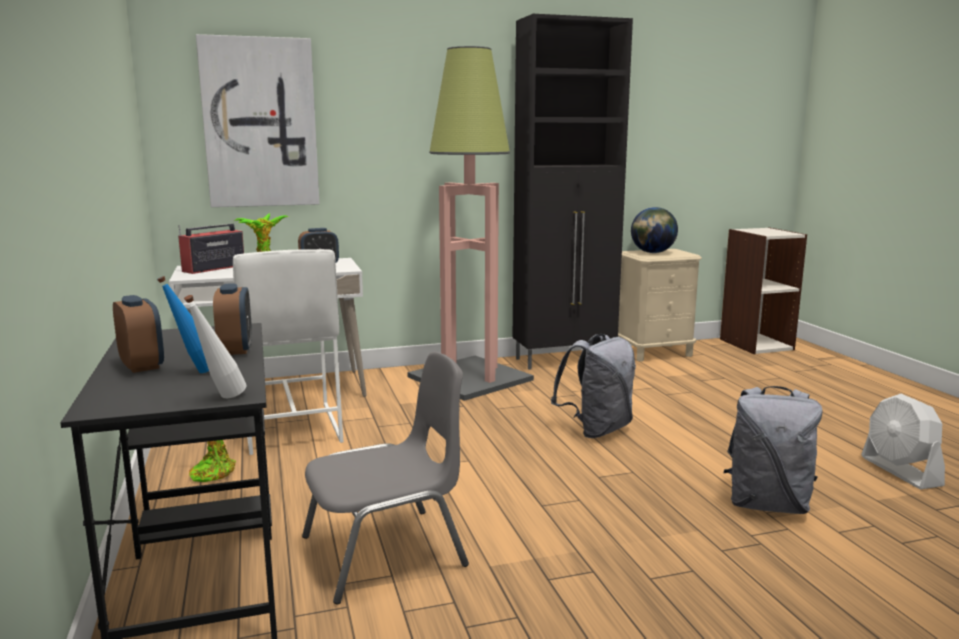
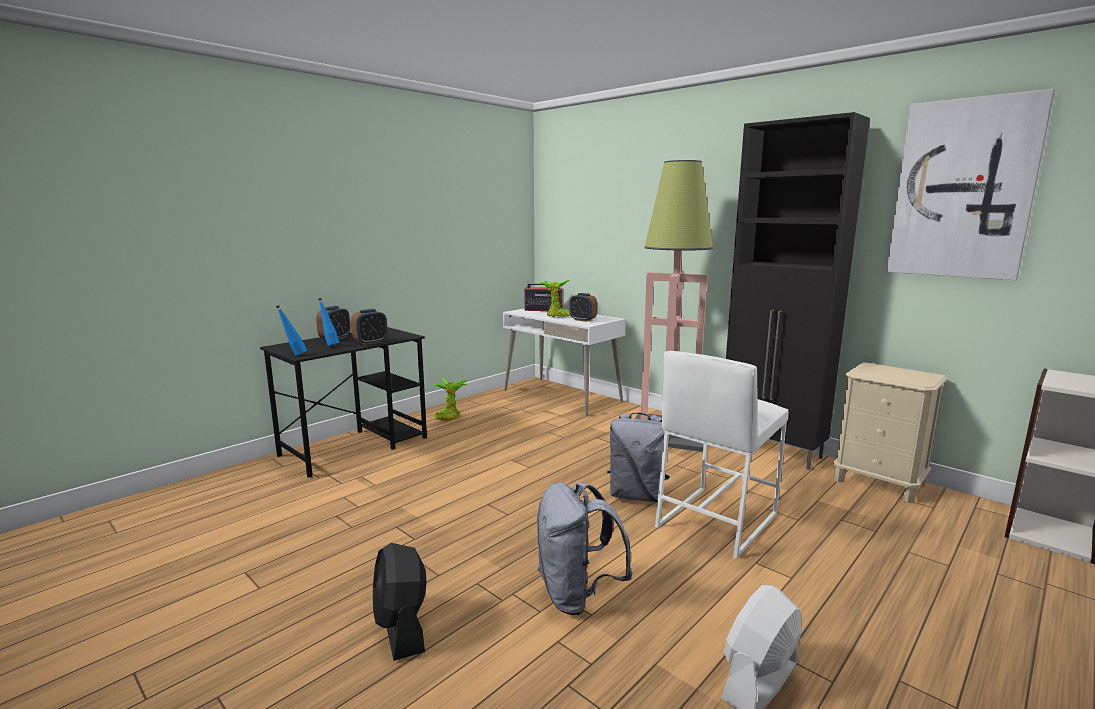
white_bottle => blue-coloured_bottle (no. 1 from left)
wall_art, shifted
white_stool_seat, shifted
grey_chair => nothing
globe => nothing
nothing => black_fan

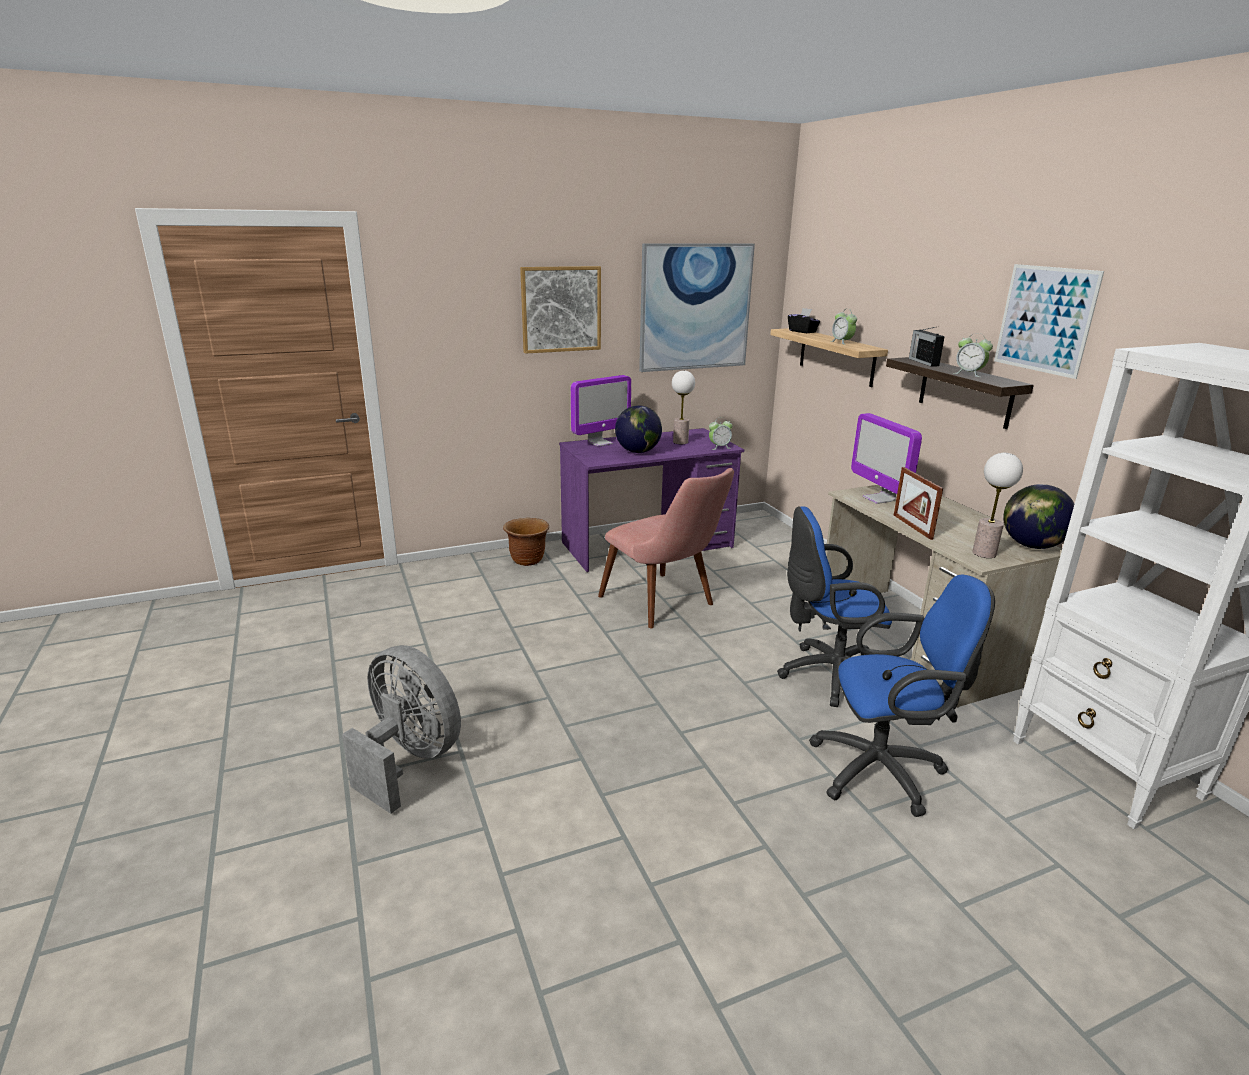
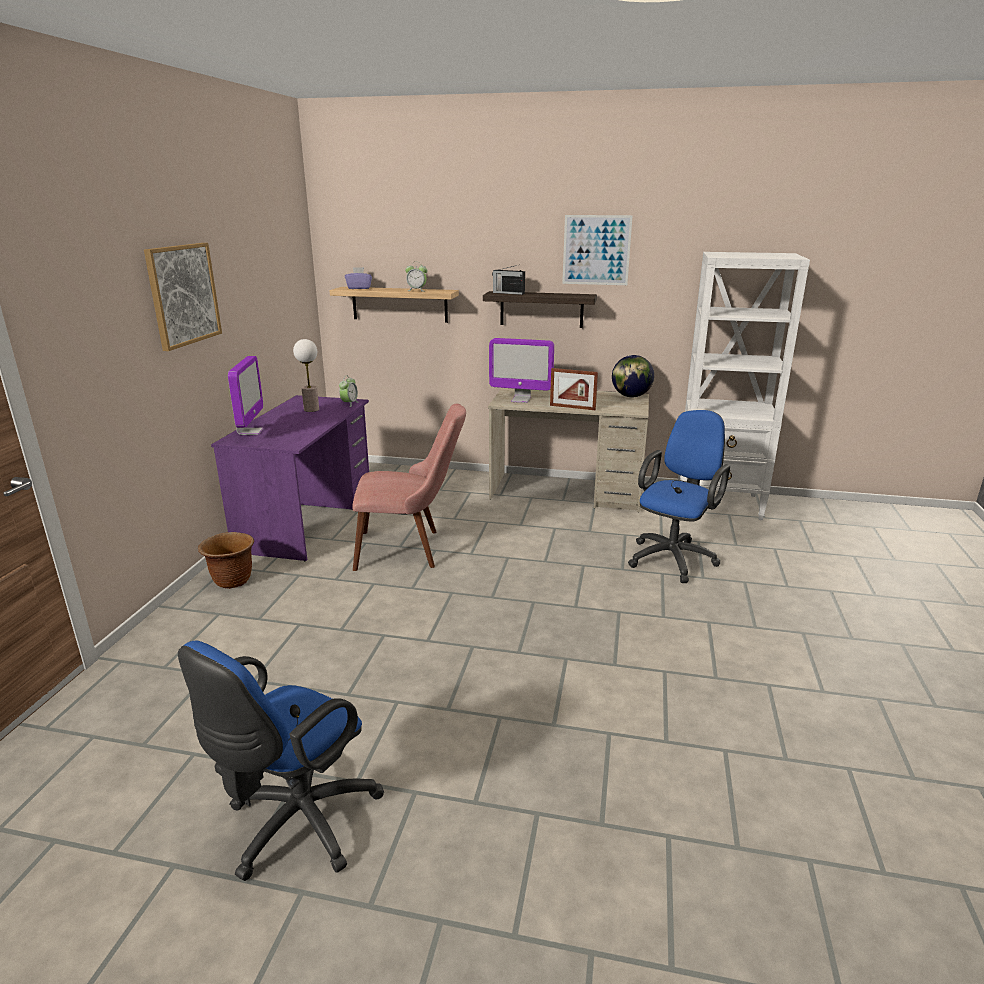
grey_fan => nothing
globe (no. 1 from left) => nothing
wall_art (no. 2 from left) => nothing
blue-coloured_desk_chair (no. 1 from left), shifted
black_tissue_box => purplish_tissue_box
alarm_clock (no. 3 from left) => nothing
table_lamp (no. 2 from left) => nothing

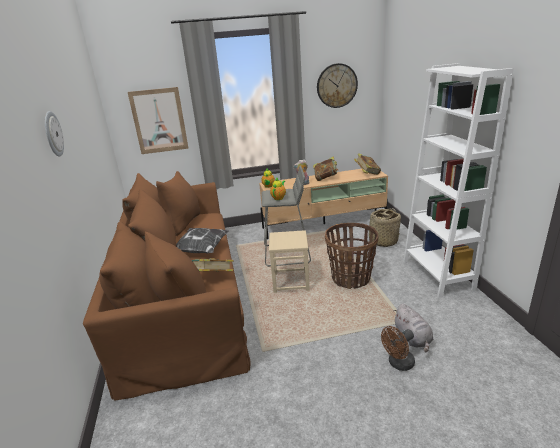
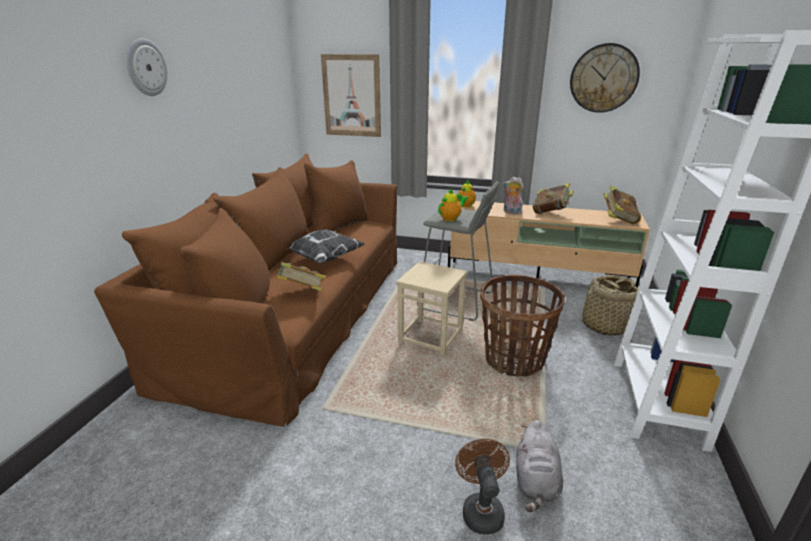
brown-coloured_fan, 90 degrees clockwise

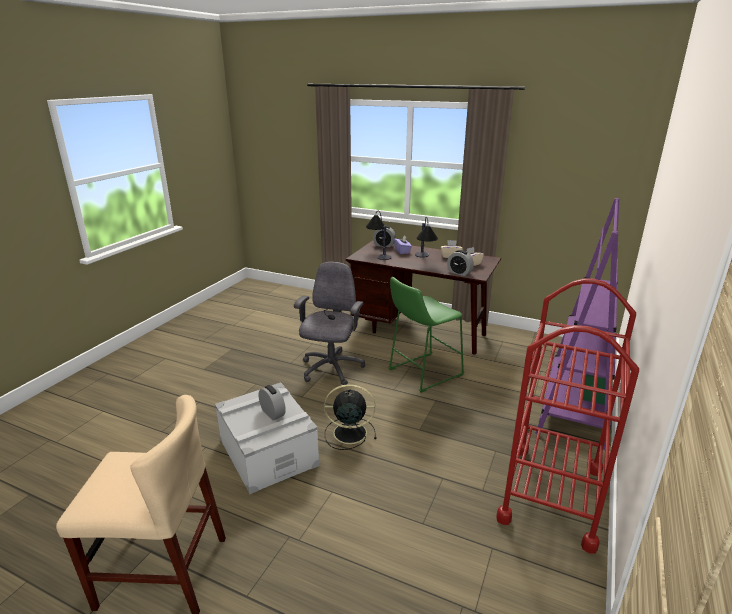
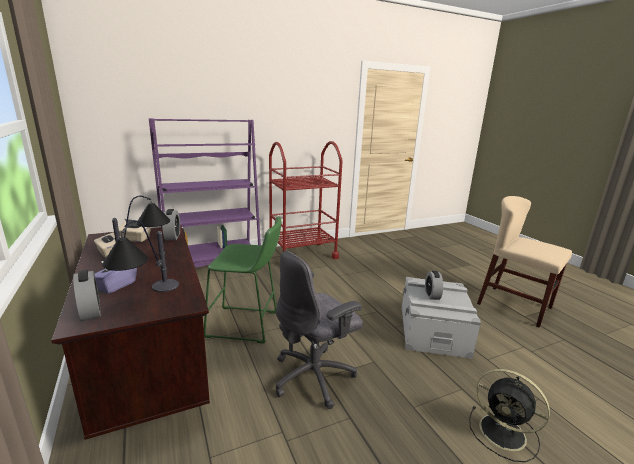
black_fan, shifted

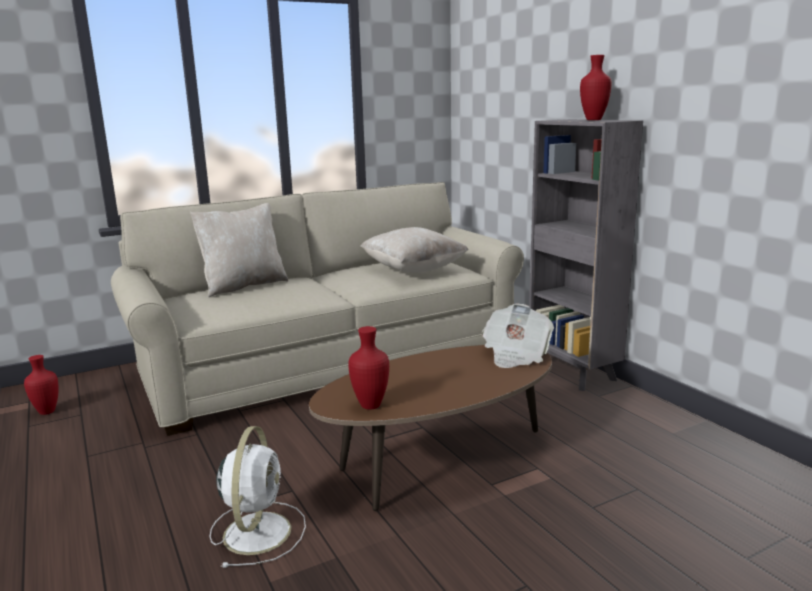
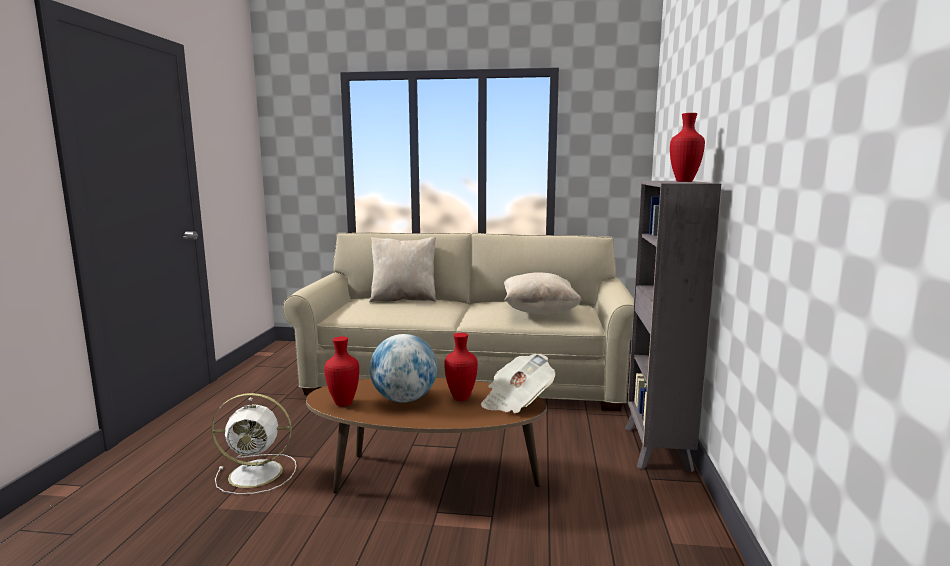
red-coloured_flower_vase (no. 1 from left in the first image) => red-coloured_flower_vase (no. 2 from left), shifted
white_fan, 45 degrees clockwise
nothing => globe

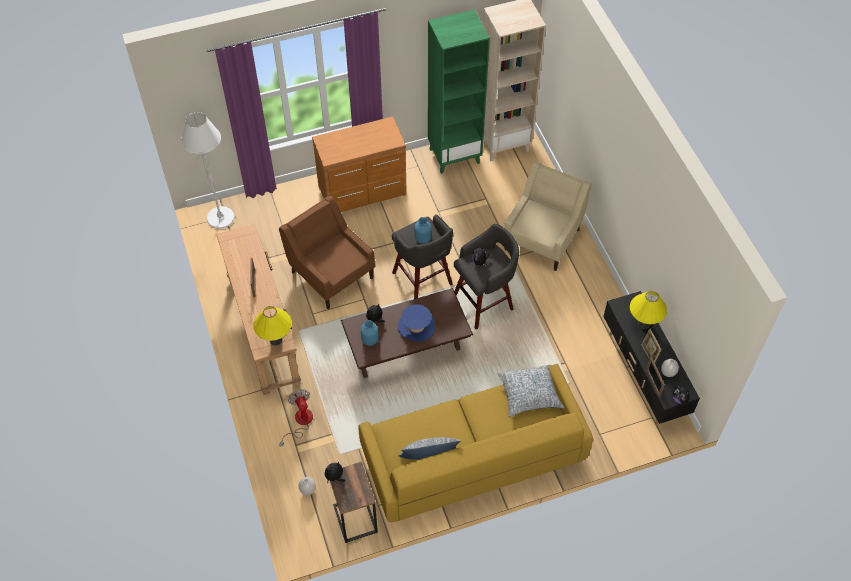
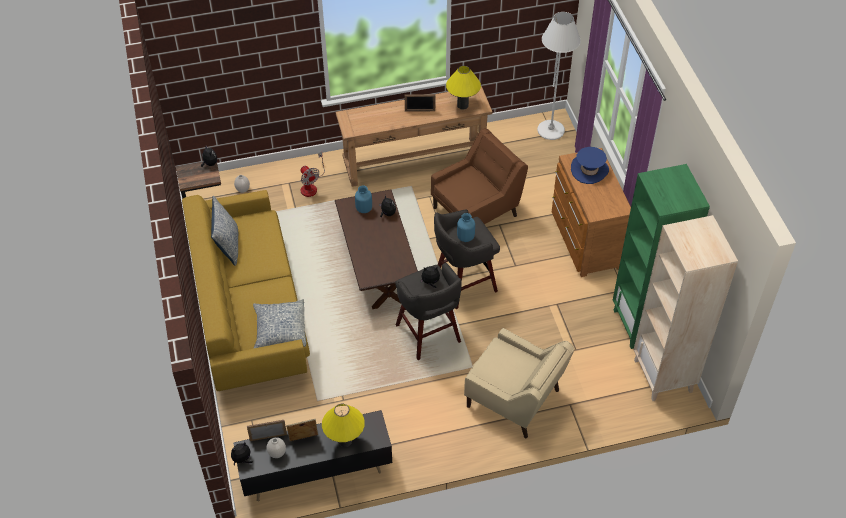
yellowish_table_lamp (no. 1 from left in the first image) => yellowish_table_lamp (no. 2 from left), shifted
fan, 75 degrees clockwise
blue-coloured_clothing_hat, shifted

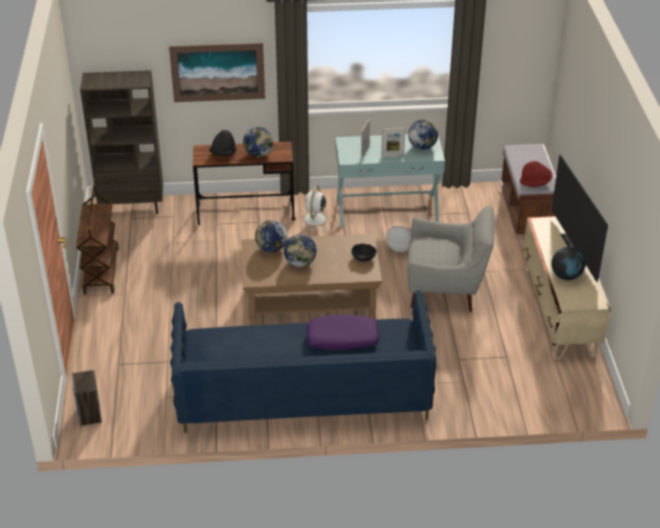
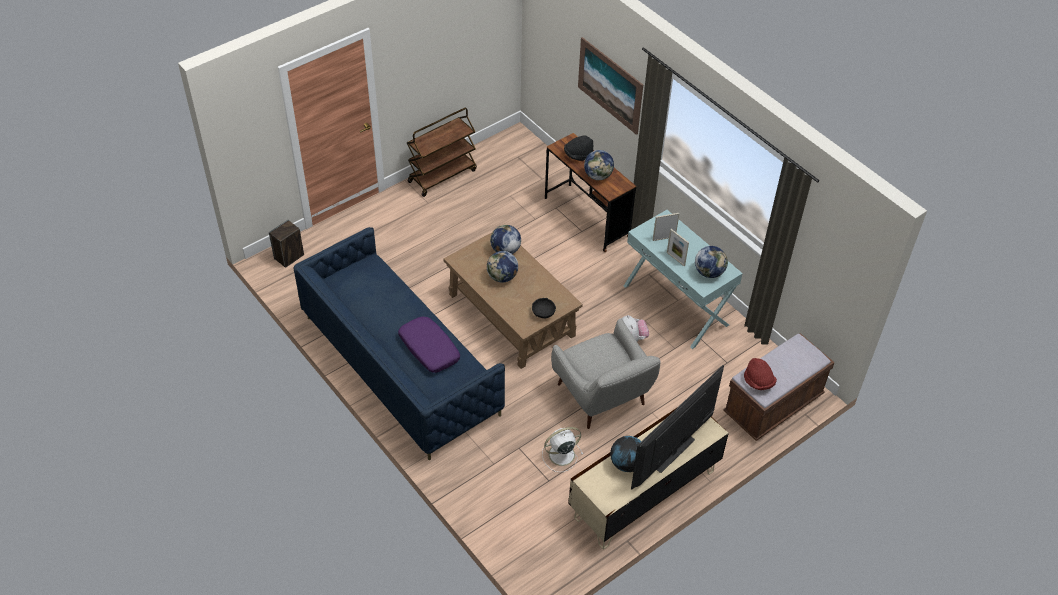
brown-coloured_bookcase => nothing
white_fan, shifted

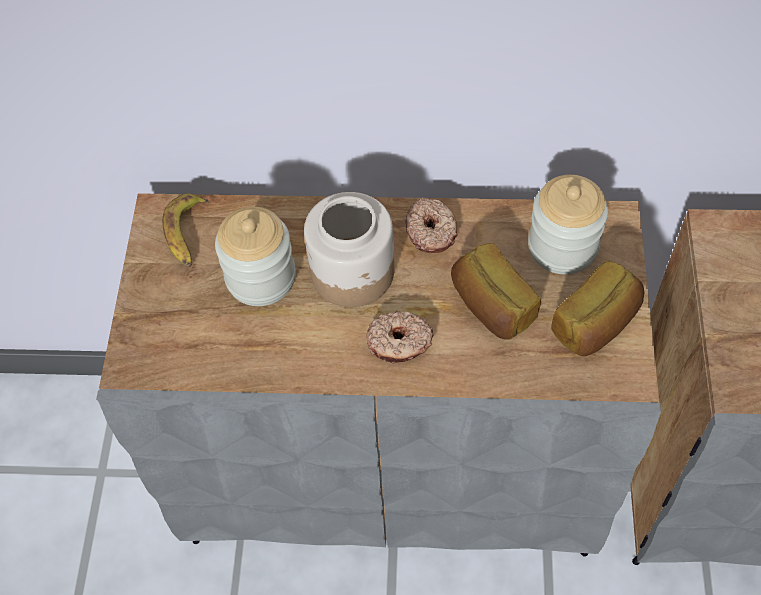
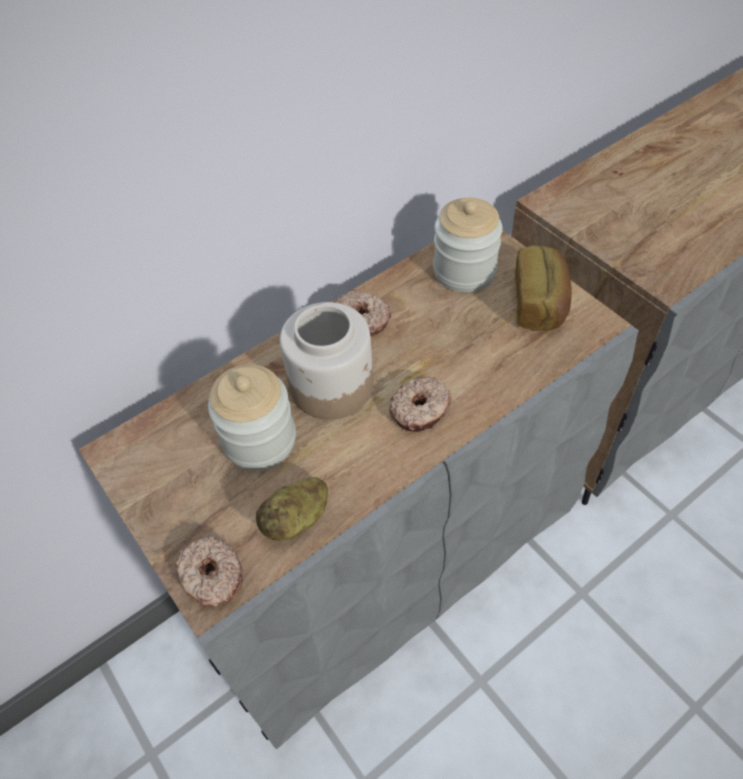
banana => nothing
bakery_bread (no. 1 from left) => nothing
nothing => ring_doughnut (no. 1 from left)
nothing => whole_potato

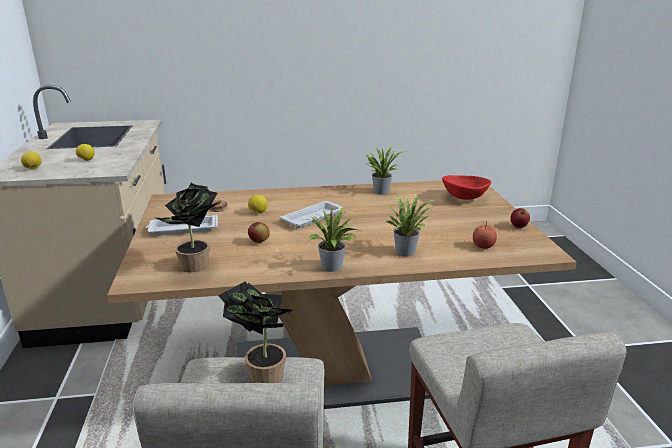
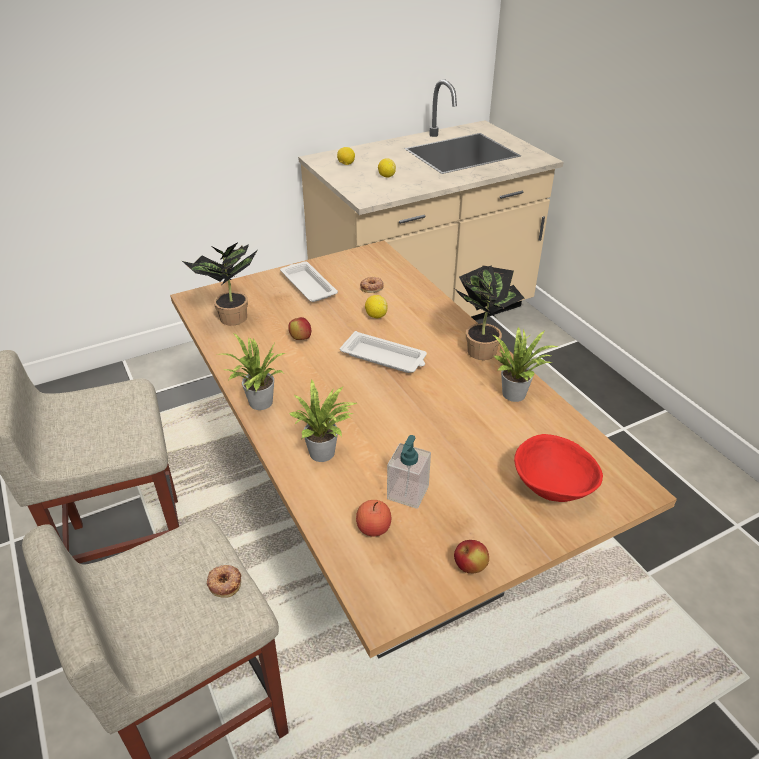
potted_plant (no. 2 from left in the first image) => potted_plant (no. 4 from left), shifted
nothing => ring_doughnut (no. 1 from left)
nothing => soap_bottle

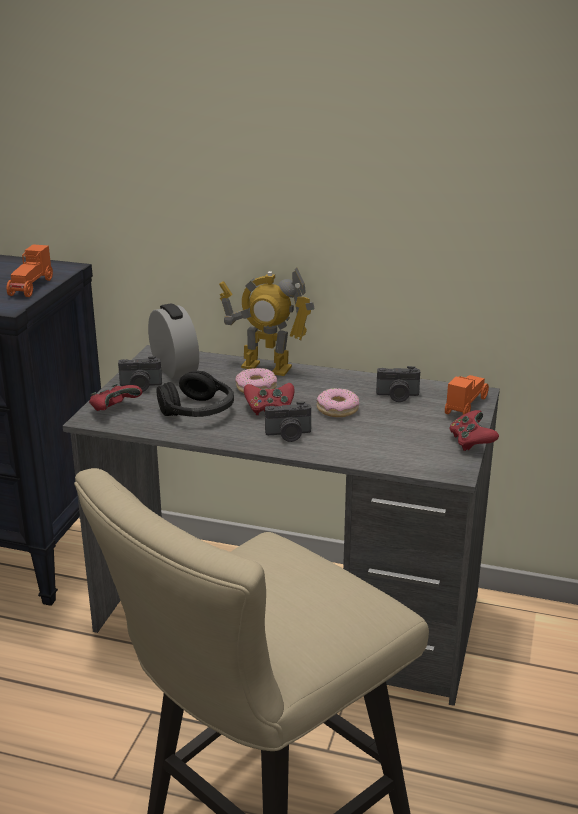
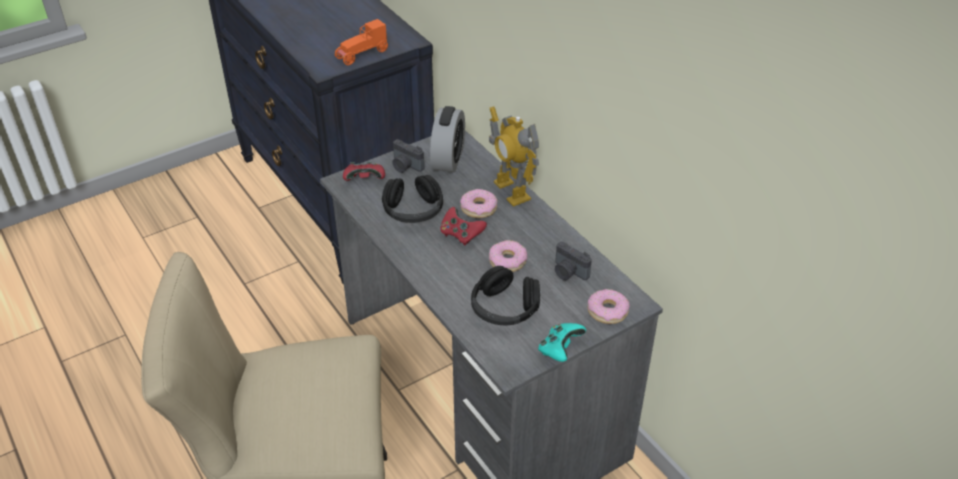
still_camera (no. 2 from left) => nothing
orange_miniature_car (no. 2 from left) => ring_doughnut (no. 3 from left)
red-coloured_gamepad (no. 3 from left) => blue-green_gamepad
nothing => black_headphones (no. 2 from left)

